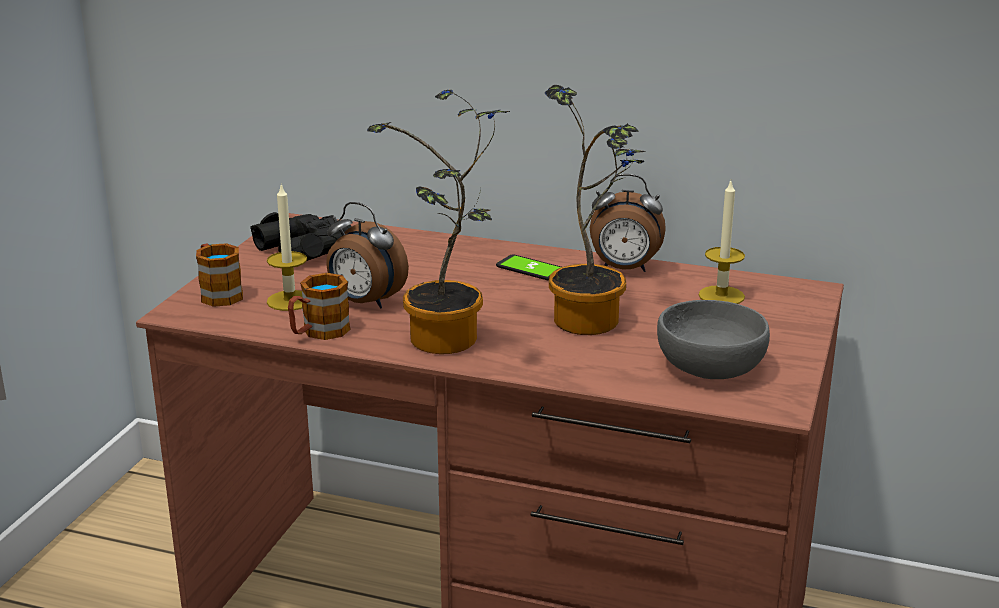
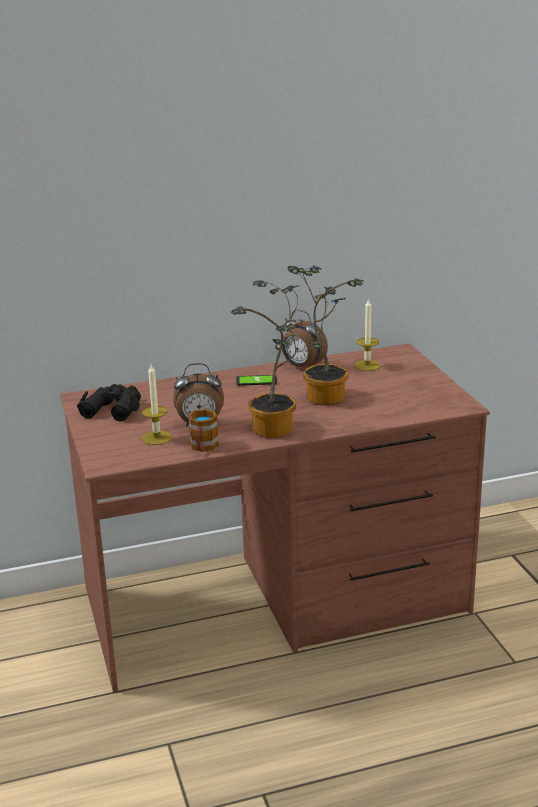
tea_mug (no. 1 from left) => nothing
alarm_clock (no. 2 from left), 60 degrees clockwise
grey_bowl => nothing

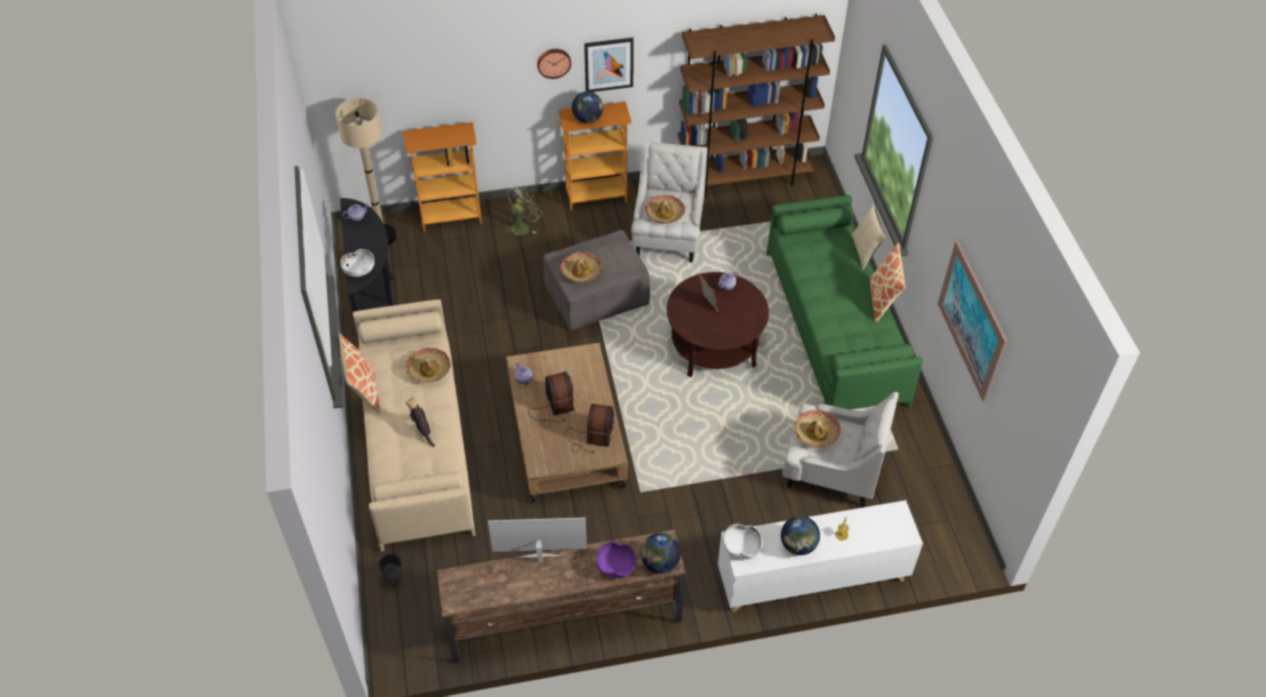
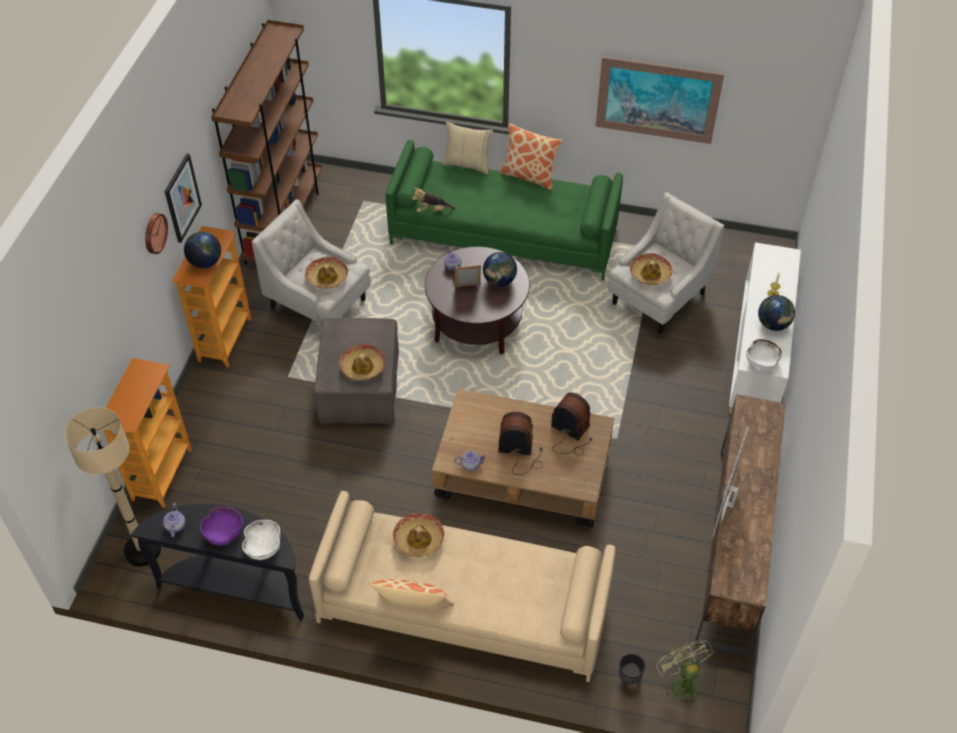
cuddly_toy, shifted
greenish_fan, shifted
purplish_bowl, shifted
globe (no. 2 from left), shifted

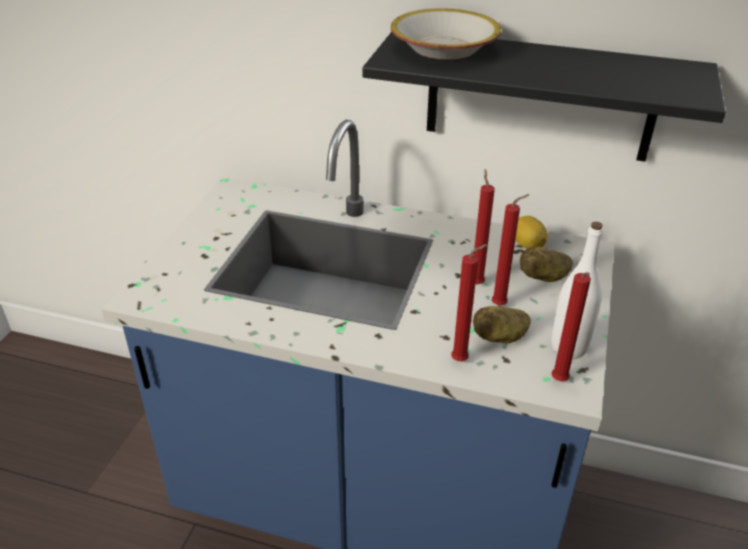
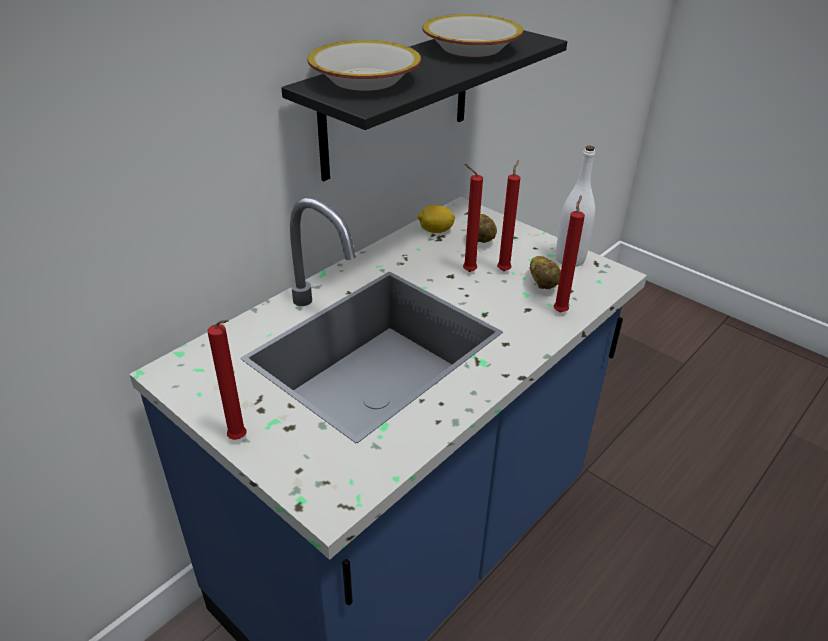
red-coloured_wax_light (no. 4 from left in the first image) => red-coloured_wax_light (no. 1 from left), shifted
nothing => bowl (no. 2 from left)

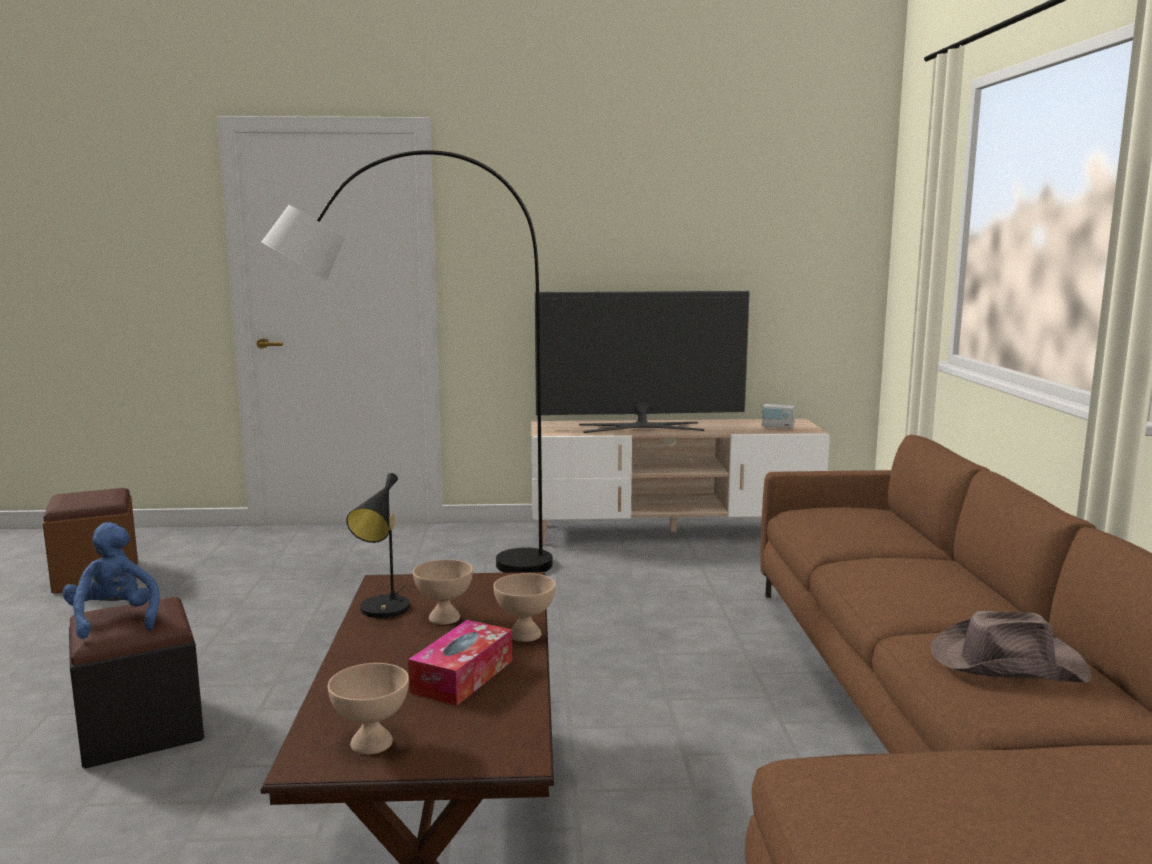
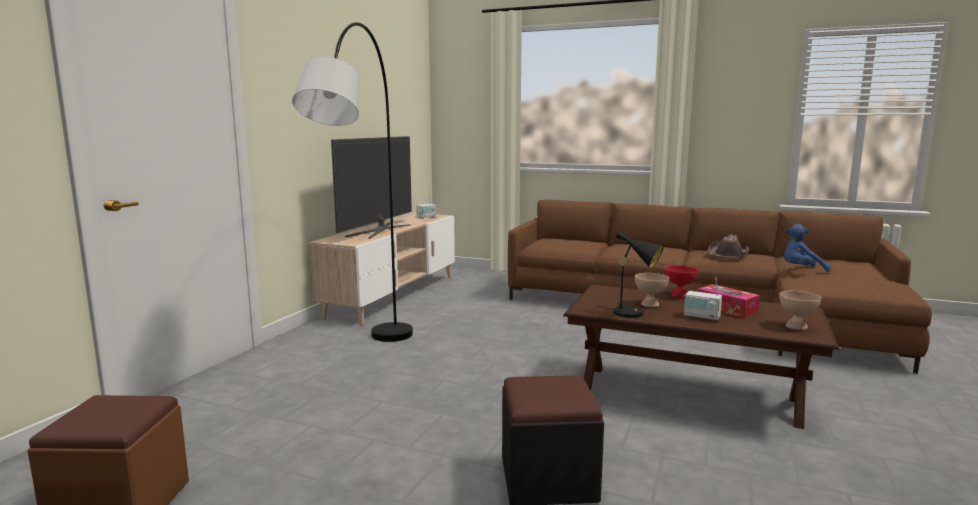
blue-coloured_cuddly_toy, shifted
sand-coloured_bowl (no. 3 from left) => red-coloured_bowl
nothing => radio_receiver (no. 2 from left)

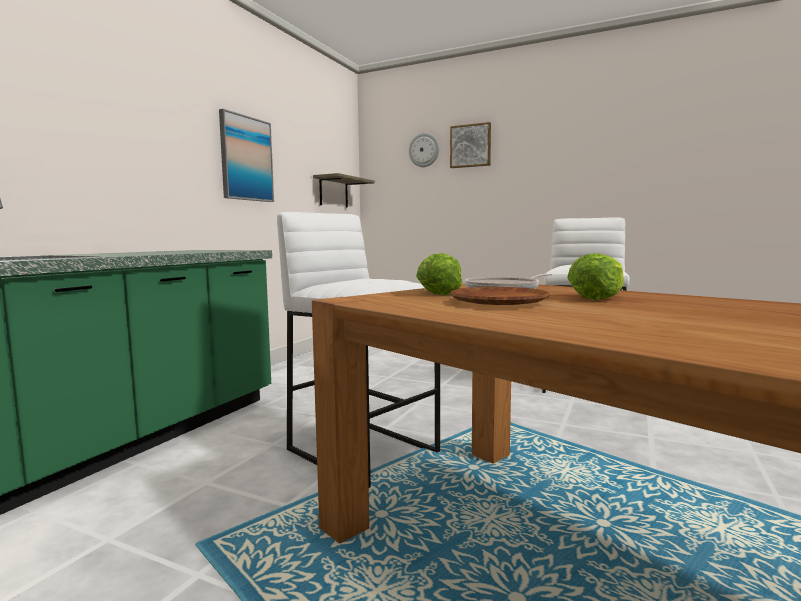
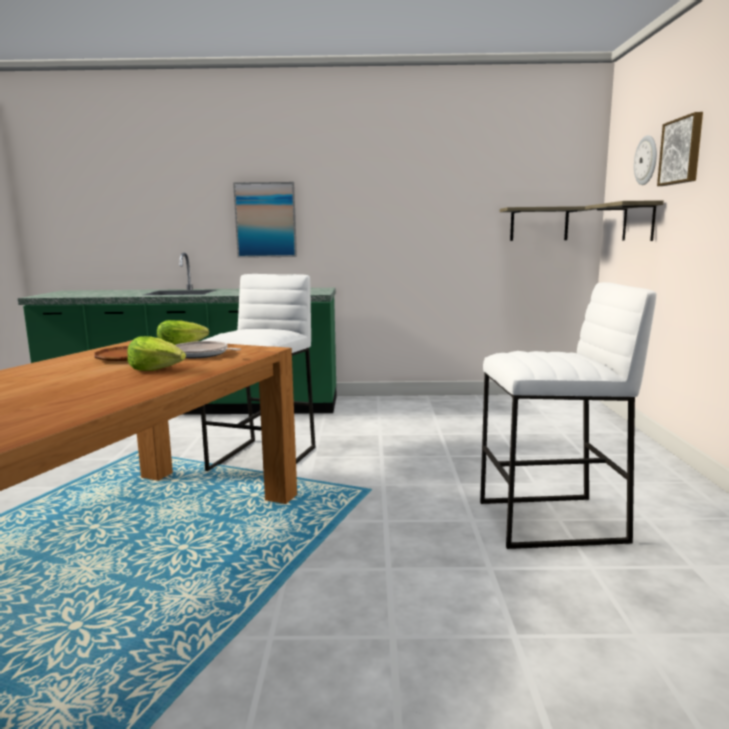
wall_art (no. 1 from left), shifted
nothing => wall_shelf (no. 2 from left)

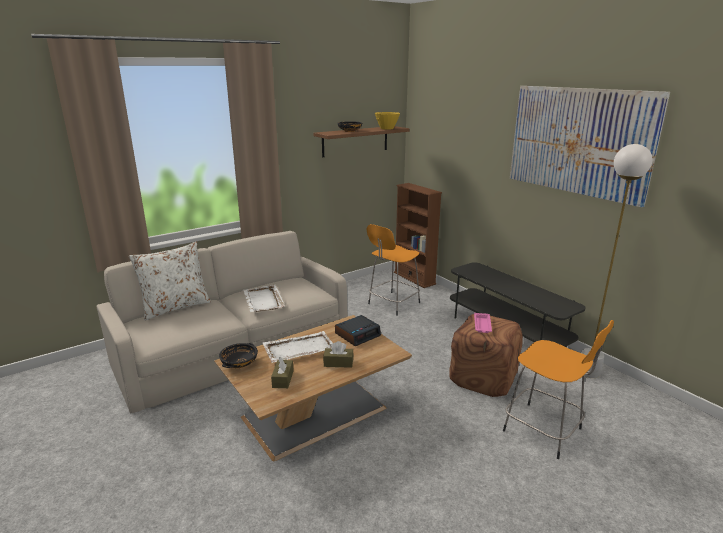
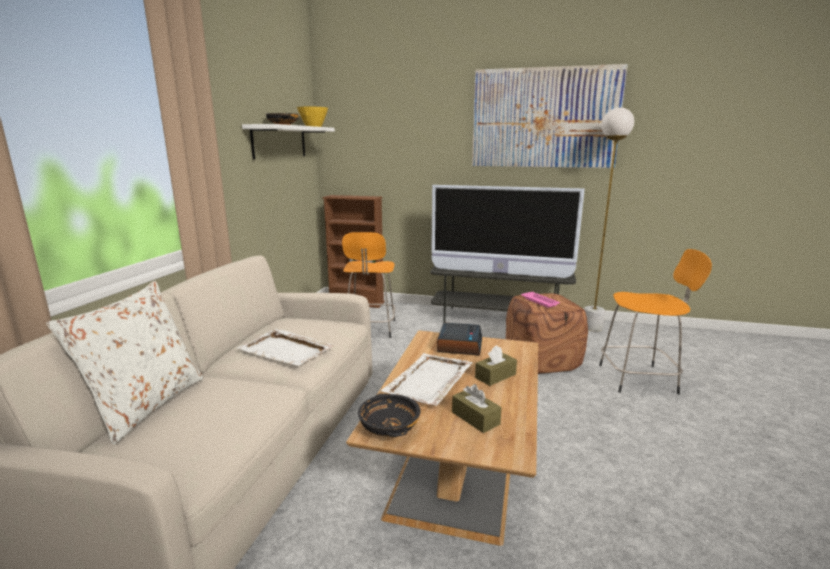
brown-coloured_wall_shelf => white_wall_shelf
nothing => television

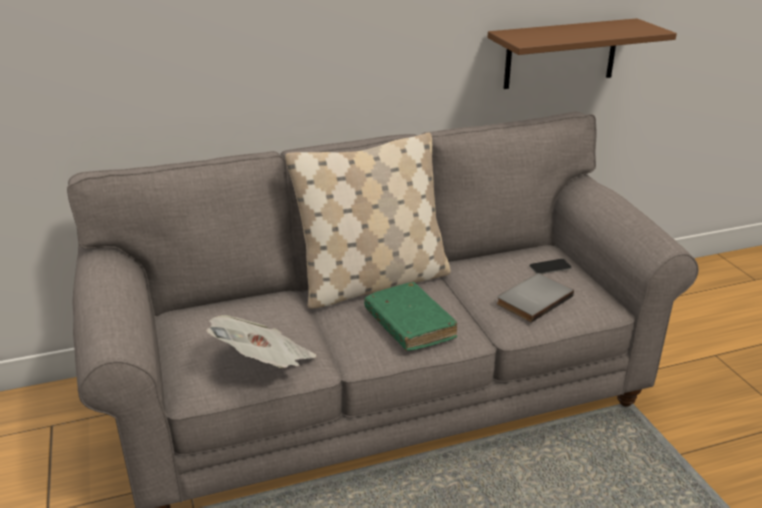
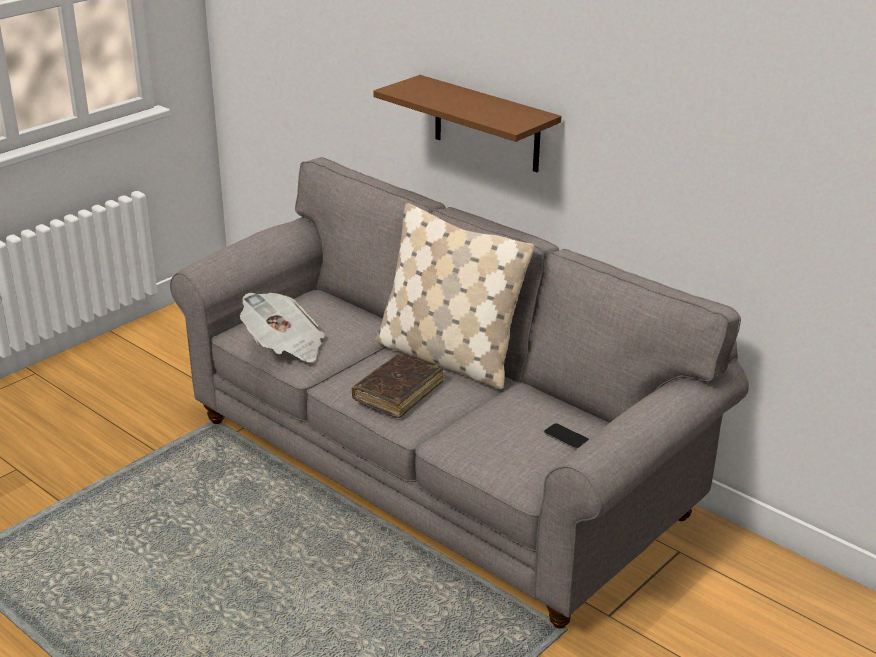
greenish_book => brown-coloured_book
brown-coloured_wall_shelf, shifted
grey_book => nothing

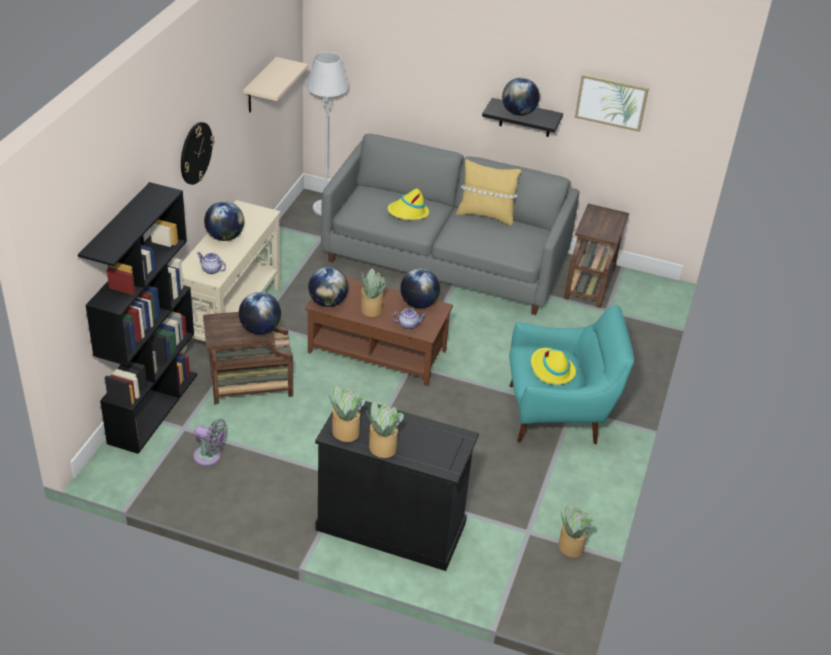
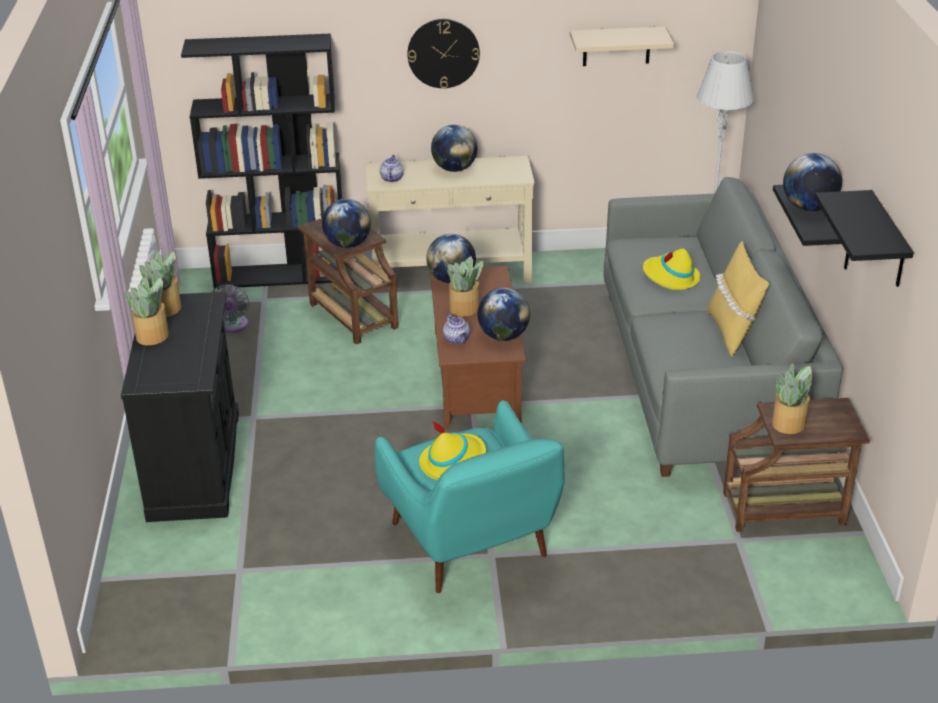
potted_plant (no. 4 from left), shifted
wall_art => black_wall_shelf (no. 2 from left)

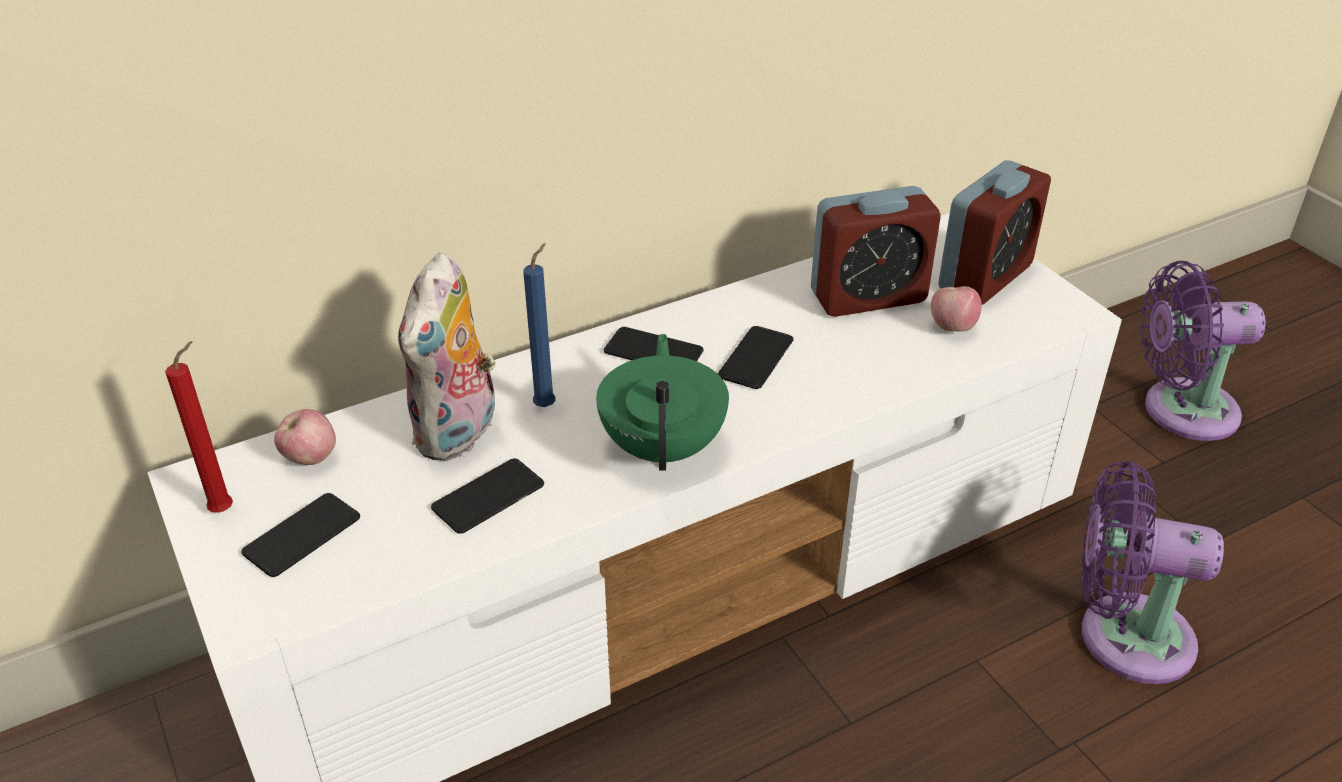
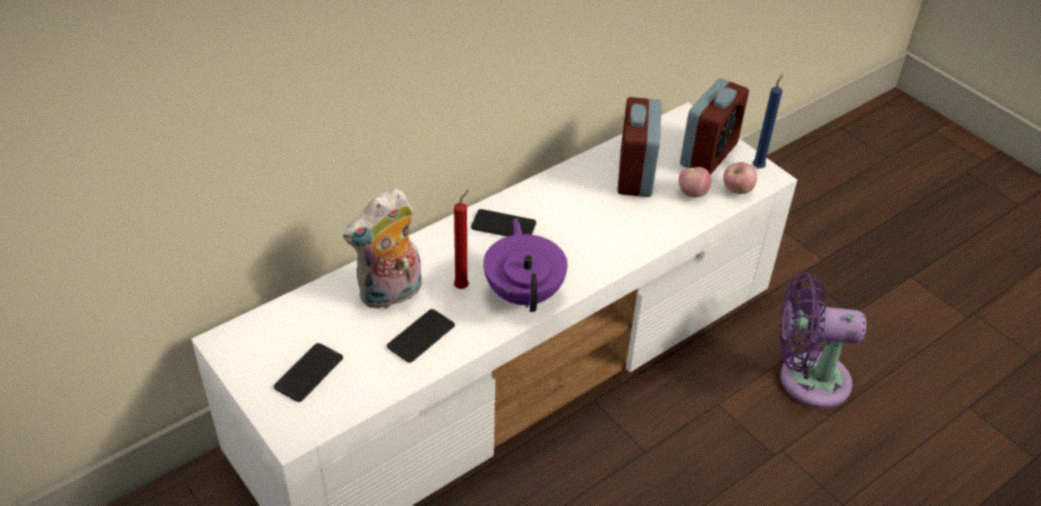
red-coloured_wax_light, shifted
apple (no. 1 from left in the first image) => apple (no. 2 from left), shifted
cuddly_toy, 45 degrees clockwise
blue-coloured_wax_light, shifted
greenish_pot_for_tea => purplish_pot_for_tea
telephone (no. 4 from left) => nothing
alarm_clock (no. 1 from left), 120 degrees clockwise
purplish_fan (no. 2 from left) => nothing

